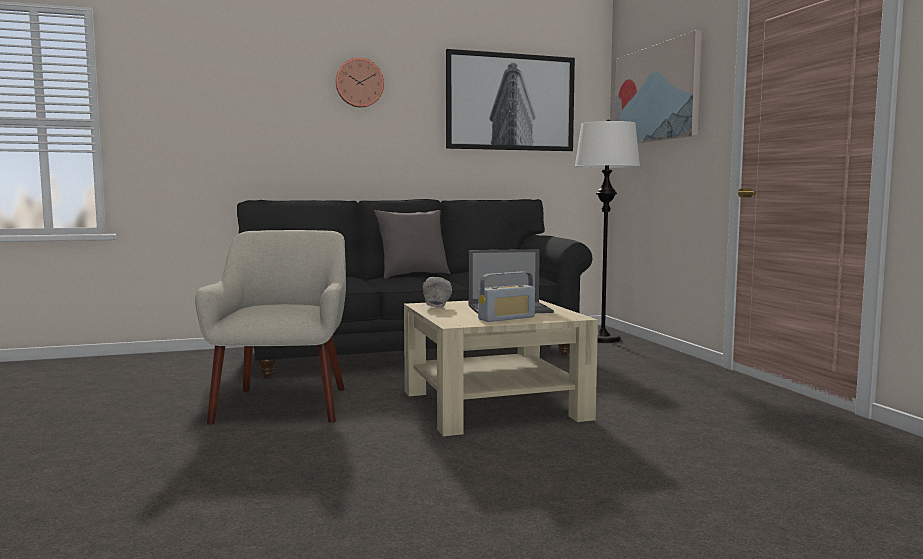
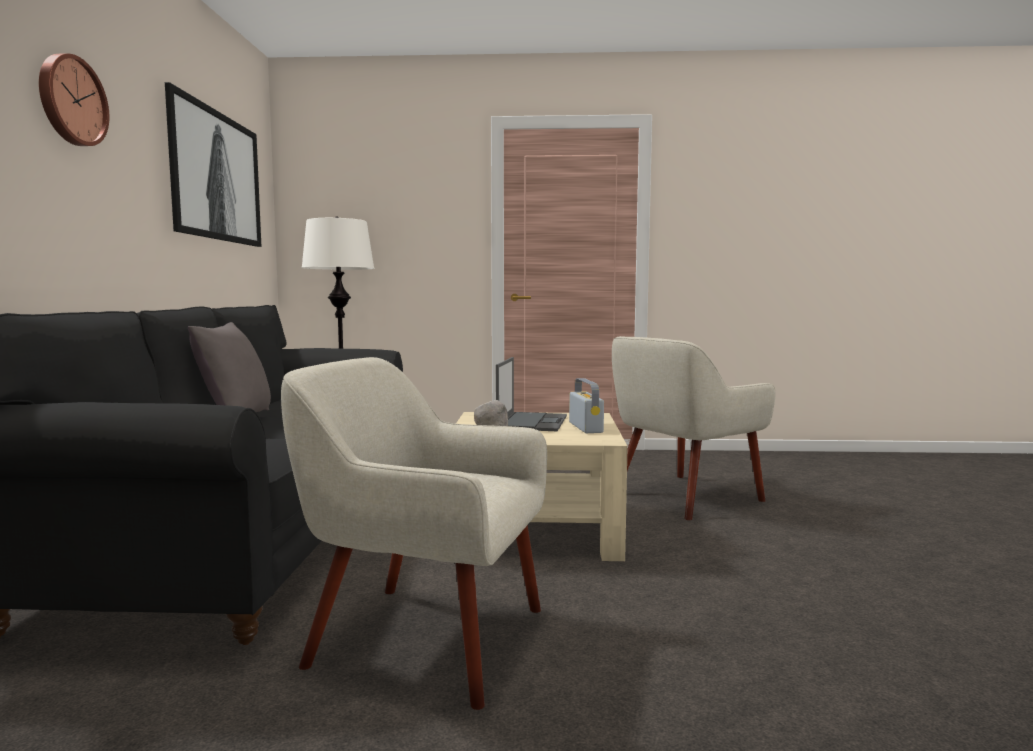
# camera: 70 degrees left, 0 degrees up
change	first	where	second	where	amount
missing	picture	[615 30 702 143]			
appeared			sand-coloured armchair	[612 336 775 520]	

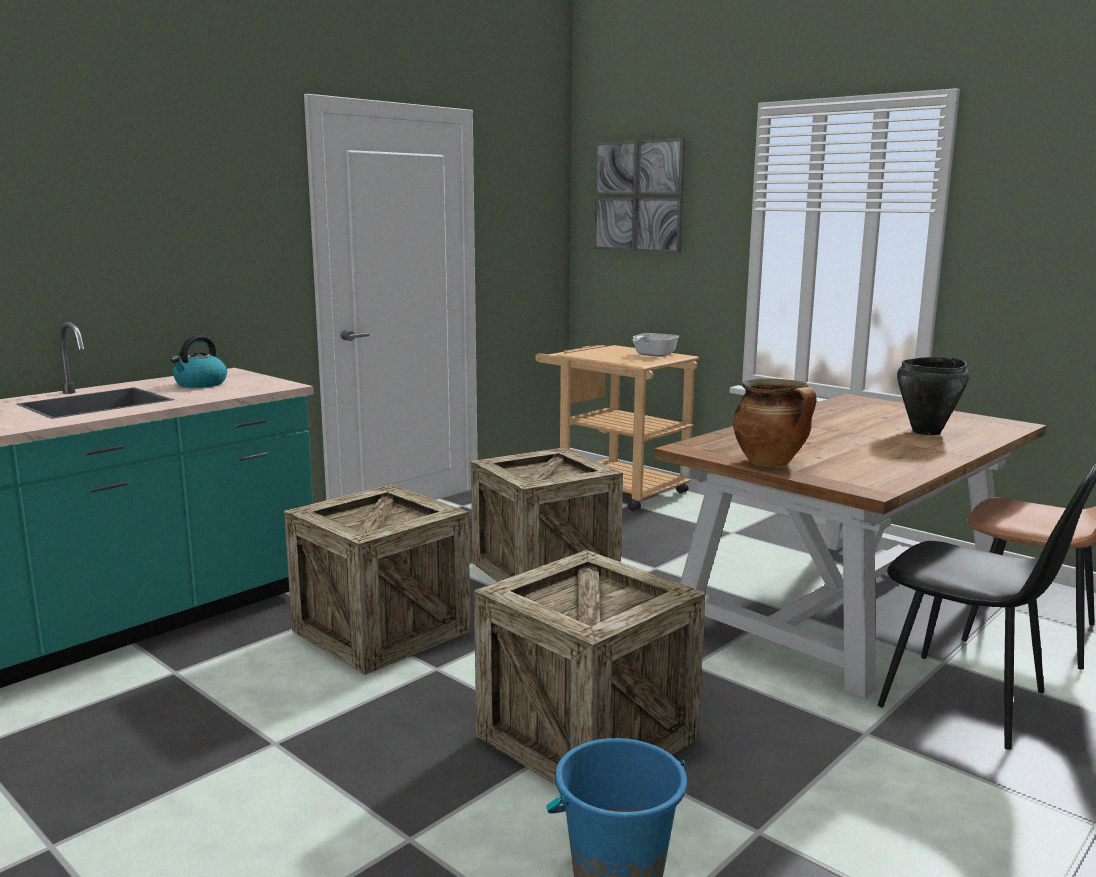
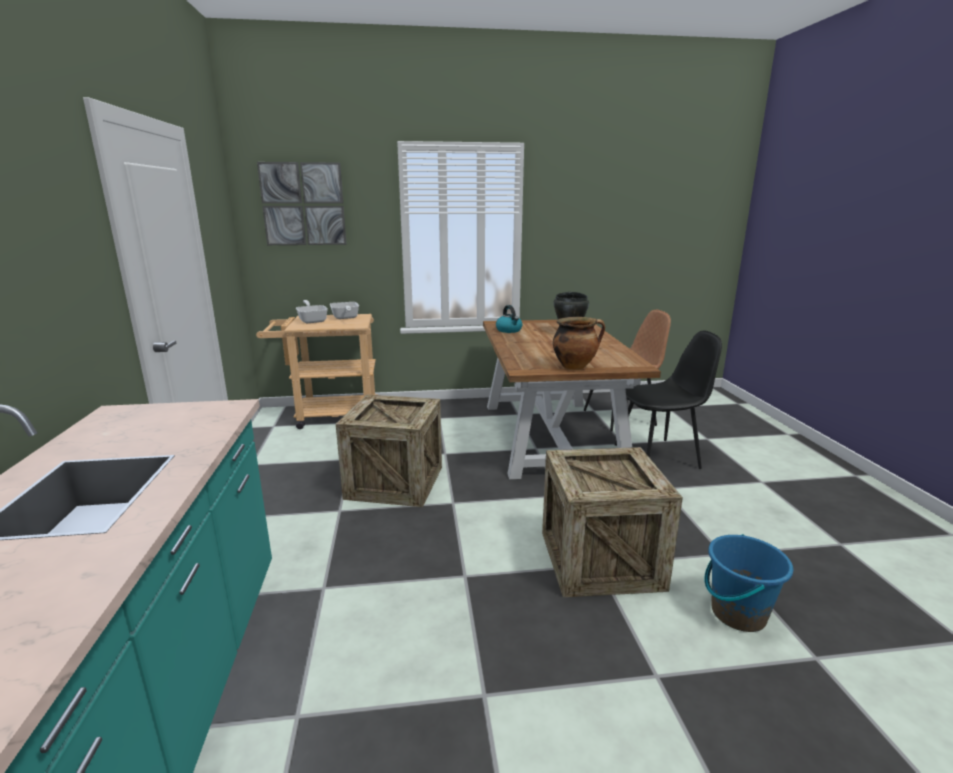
# camera: 50 degrees left, 5 degrees up
change	first	where	second	where	amount
missing	packing crate	[284 484 471 675]			
appeared			pan	[296 300 328 323]	
relocated	kettle	[171 335 227 388]		[496 305 523 333]	

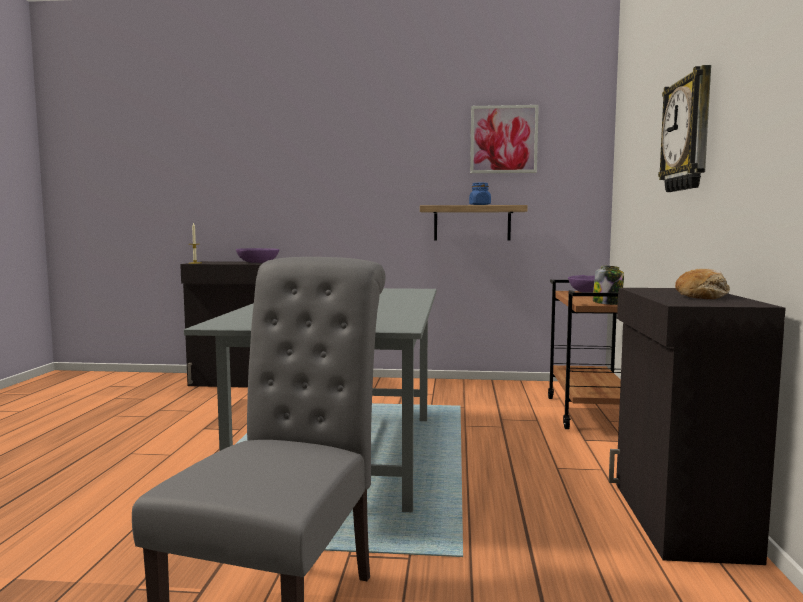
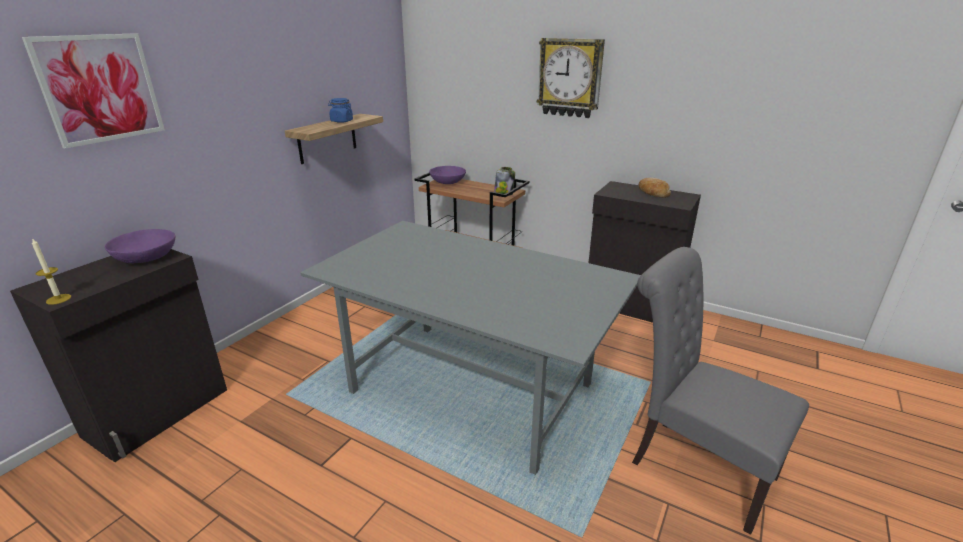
# camera: 65 degrees left, 20 degrees up
change	first	where	second	where	amount
relocated	picture	[470 105 539 173]		[22 33 165 149]	

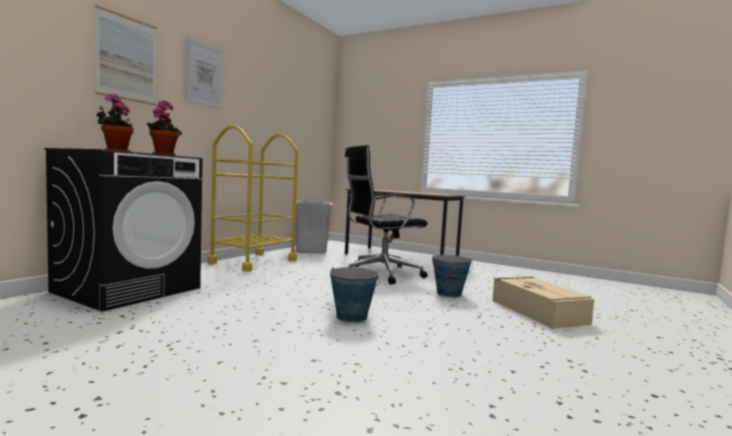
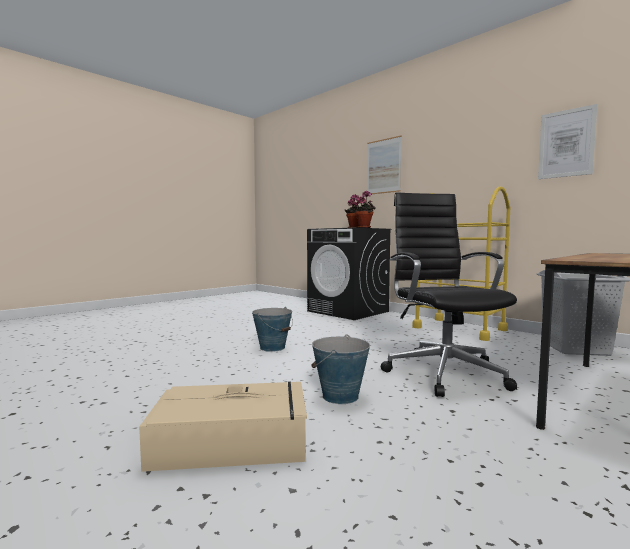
# camera: 105 degrees right, 0 degrees up
change	first	where	second	where	amount
relocated	picture	[186 37 223 109]		[538 104 597 179]	

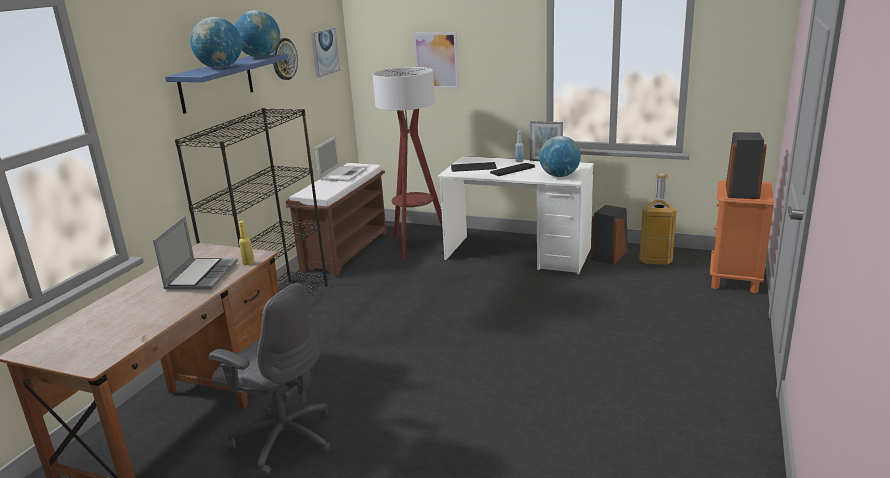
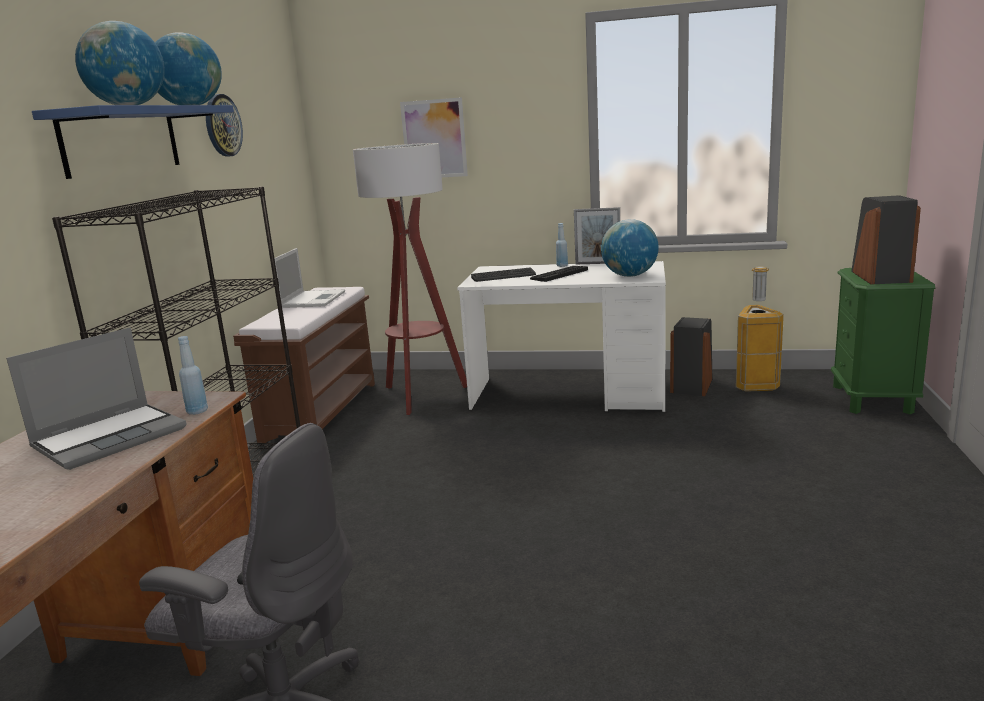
# camera: 10 degrees left, 5 degrees down
change	first	where	second	where	amount
missing	picture	[311 28 340 78]			
colour	yellow-coloured drink bottle	[239 221 255 265]	blue drink bottle	[178 336 208 415]	
colour	orangey bedside table	[710 180 774 293]	green bedside table	[831 268 935 414]	
spun	notebook computer	[153 216 238 290]		[6 328 187 470]	45 degrees clockwise

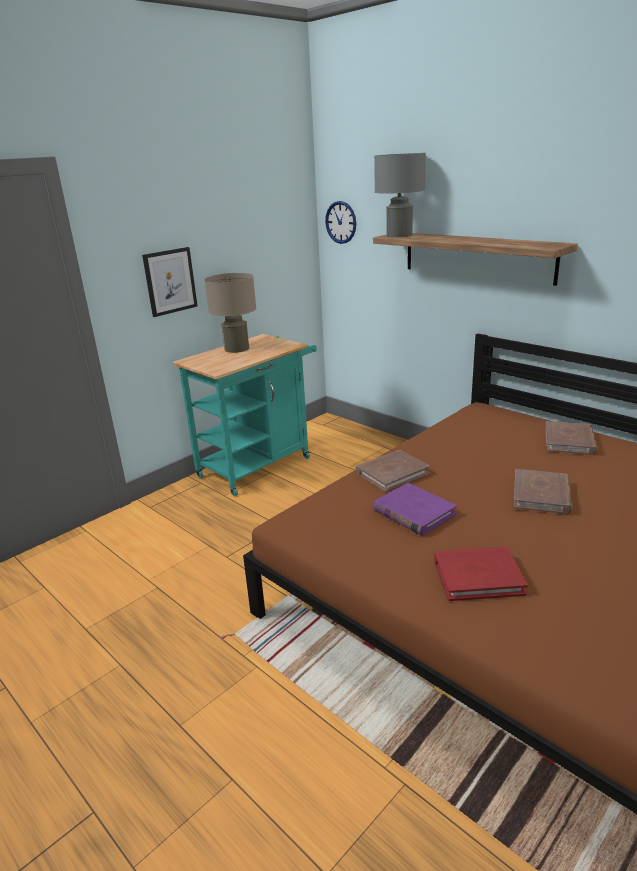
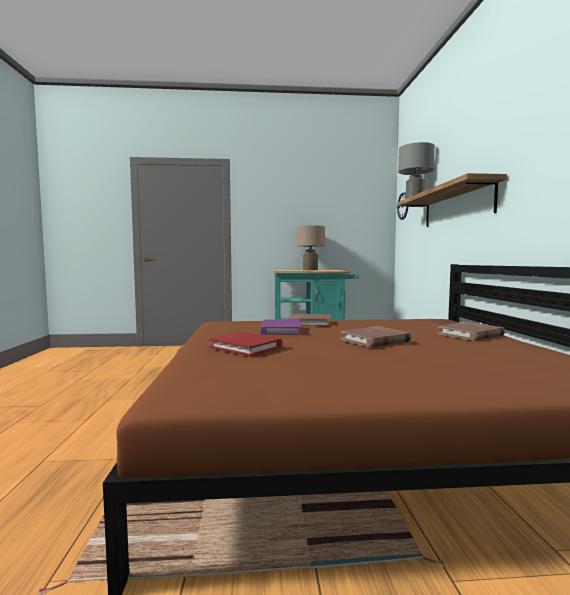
# camera: 40 degrees right, 20 degrees down
change	first	where	second	where	amount
missing	picture	[142 247 198 317]			

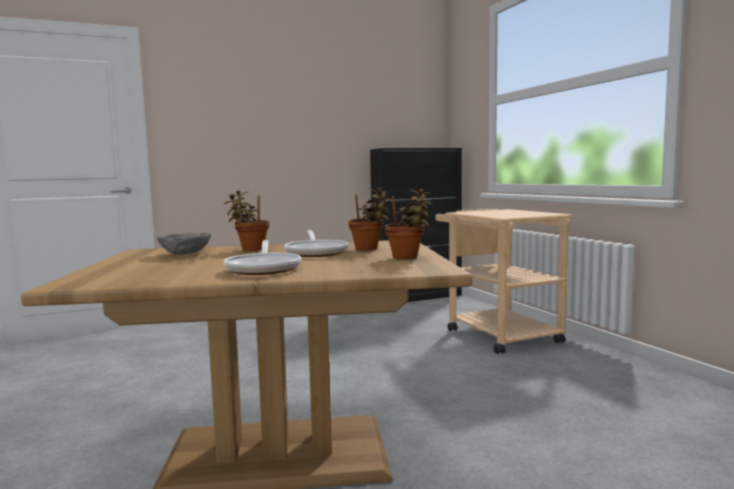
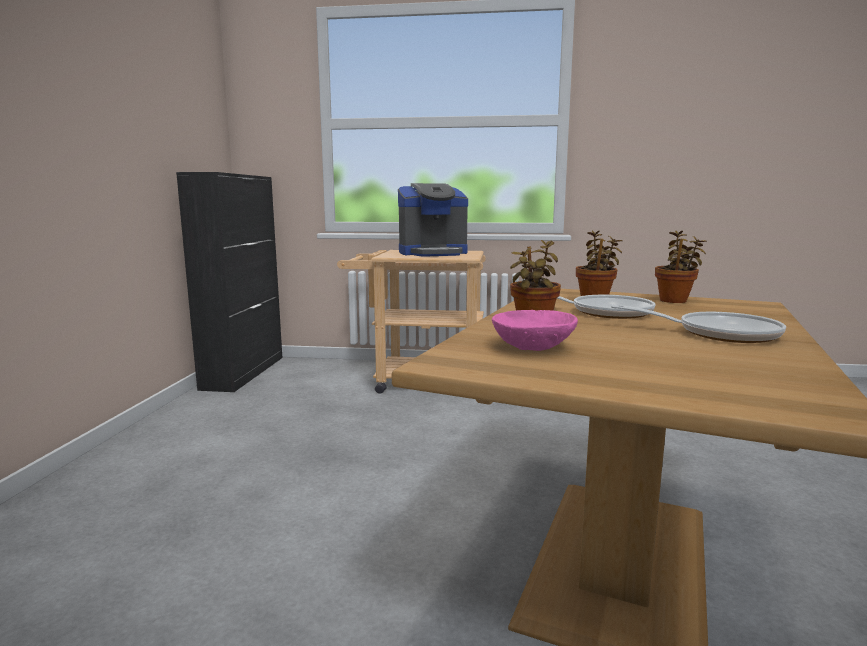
# camera: 60 degrees left, 5 degrees up
change	first	where	second	where	amount
appeared			coffee brewer	[398 183 468 257]	
colour	greyish serving bowl	[157 233 211 255]	pink serving bowl	[492 310 578 351]	

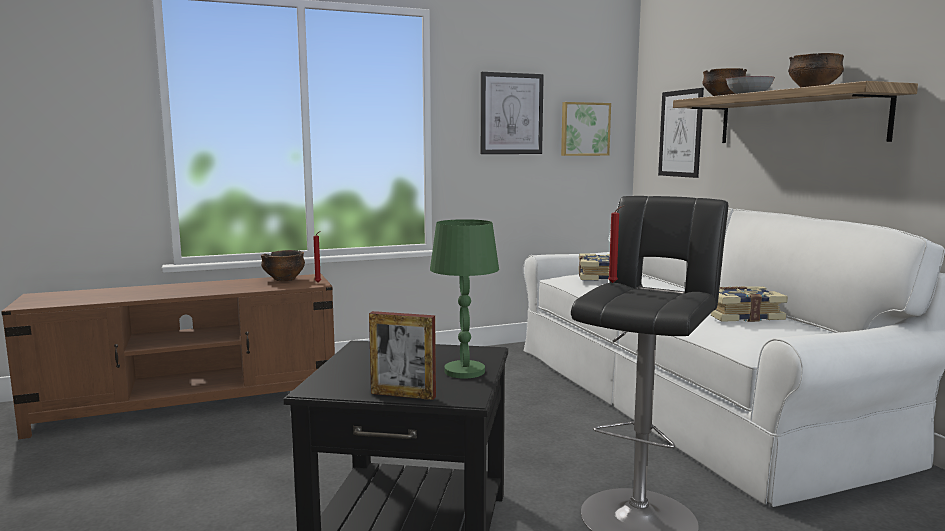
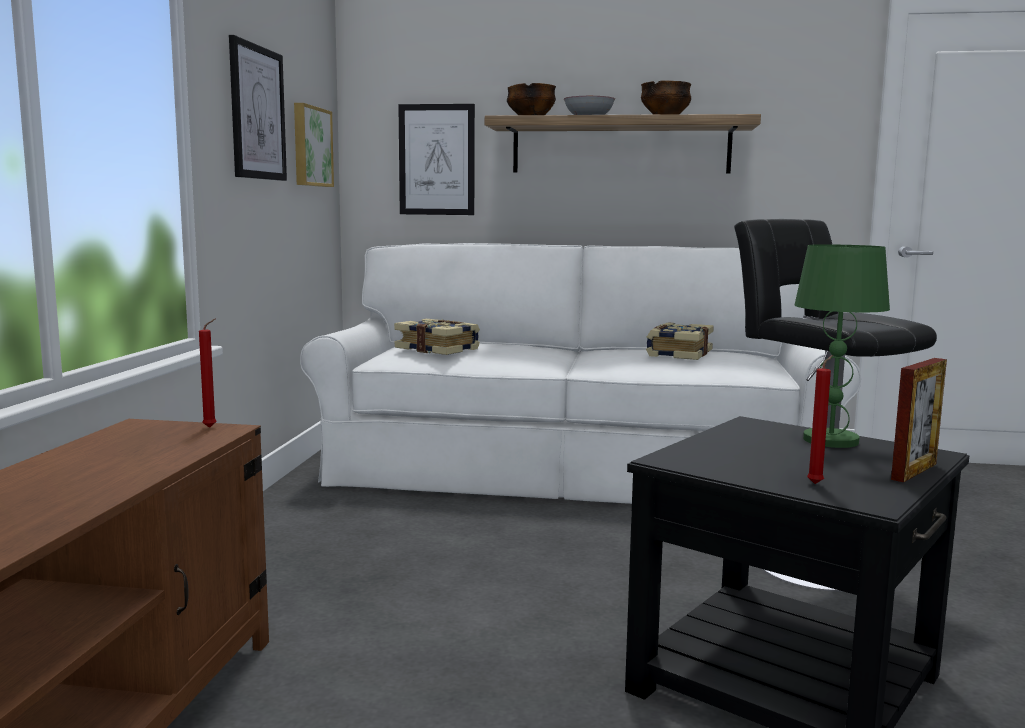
# camera: 60 degrees left, 0 degrees up
change	first	where	second	where	amount
missing	serving bowl	[261 250 305 281]			
relocated	reddish wax light	[608 205 624 283]		[807 355 833 484]	

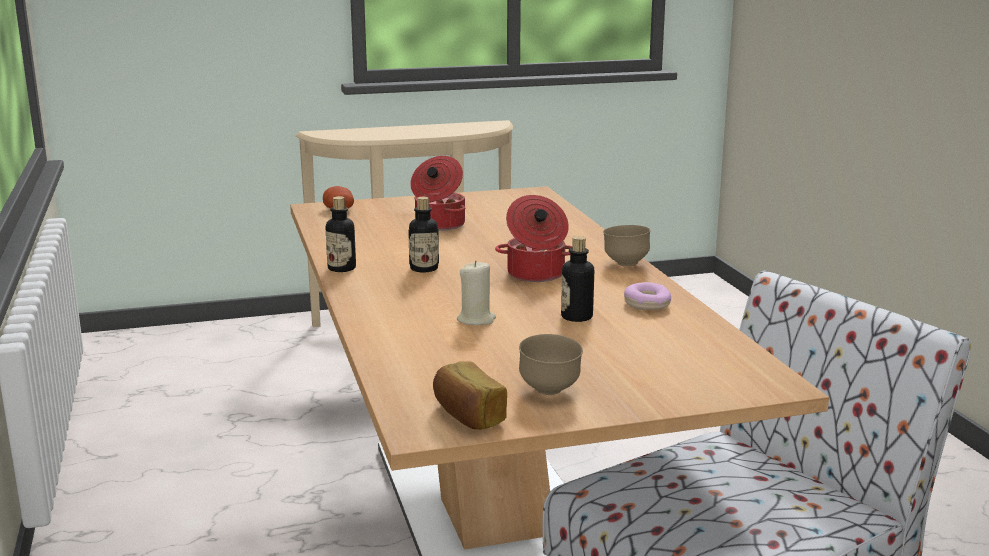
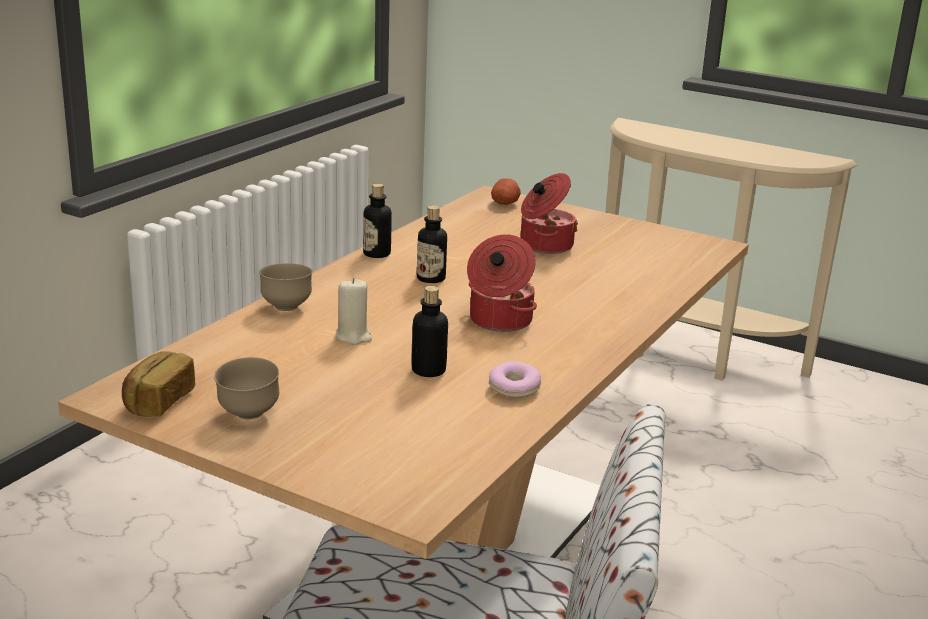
# camera: 45 degrees right, 5 degrees up
change	first	where	second	where	amount
relocated	brownish serving bowl	[603 225 651 266]		[259 263 312 311]	

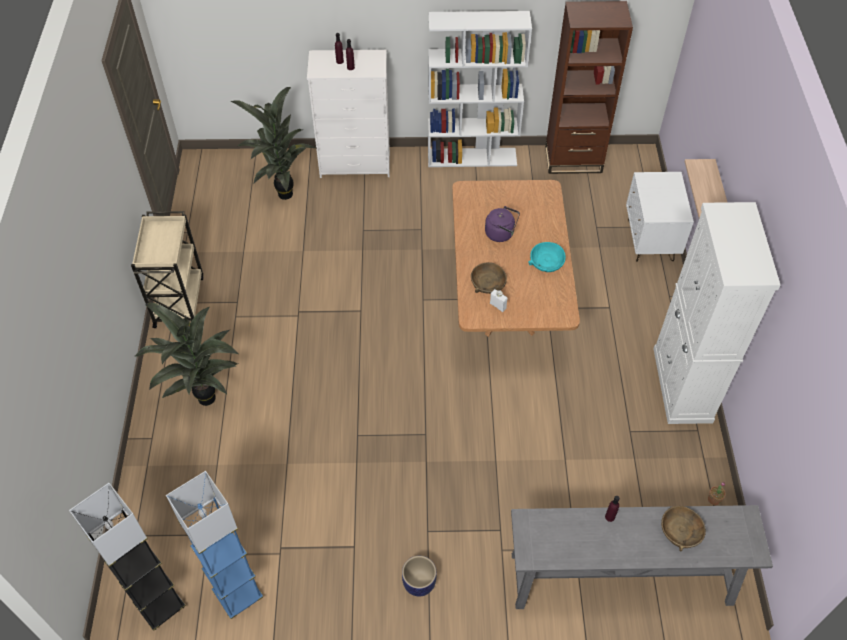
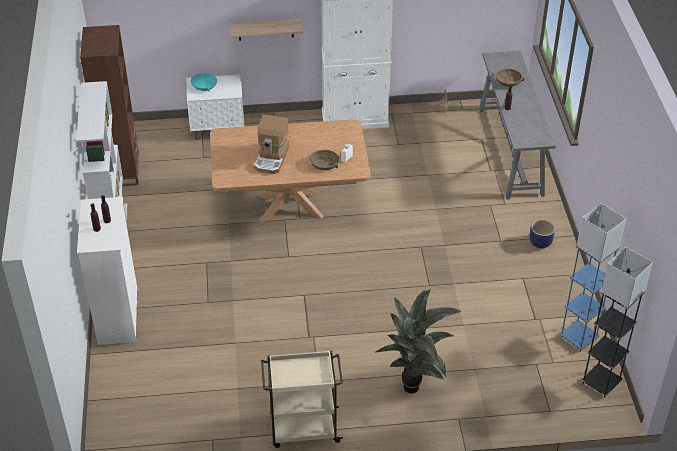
# camera: 95 degrees left, 10 degrees down
change	first	where	second	where	amount
missing	plant in a pot	[230 87 318 200]			
relocated	turquoise serving bowl	[528 242 566 272]		[190 73 217 92]	
exchanged	purplish kettle	[485 206 520 242]	coffee brewer	[254 114 289 174]	

